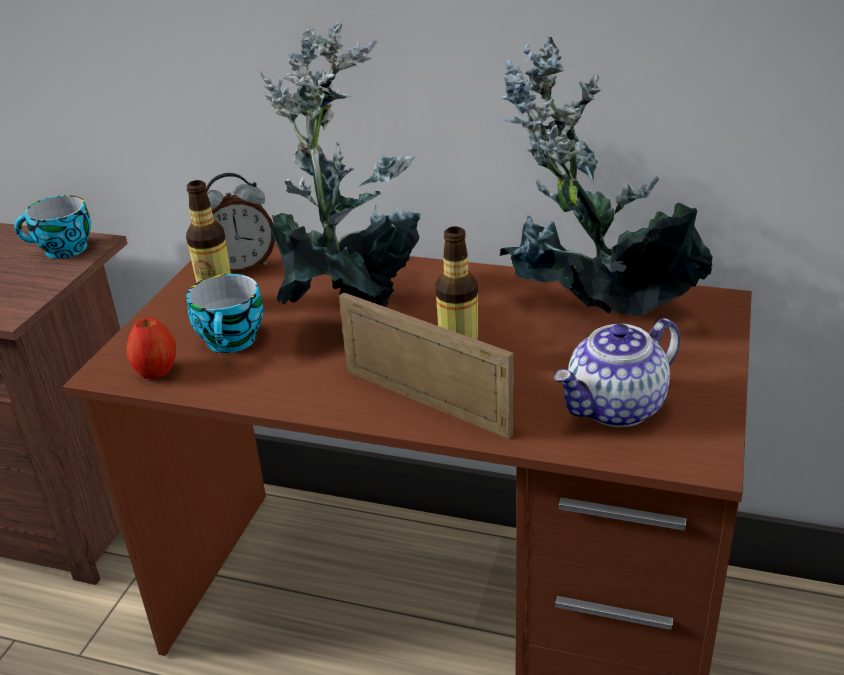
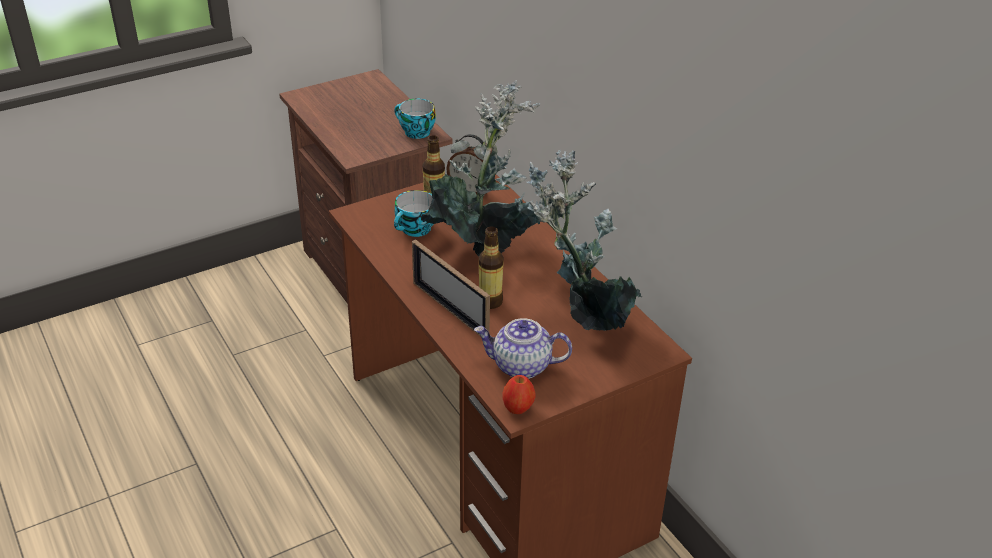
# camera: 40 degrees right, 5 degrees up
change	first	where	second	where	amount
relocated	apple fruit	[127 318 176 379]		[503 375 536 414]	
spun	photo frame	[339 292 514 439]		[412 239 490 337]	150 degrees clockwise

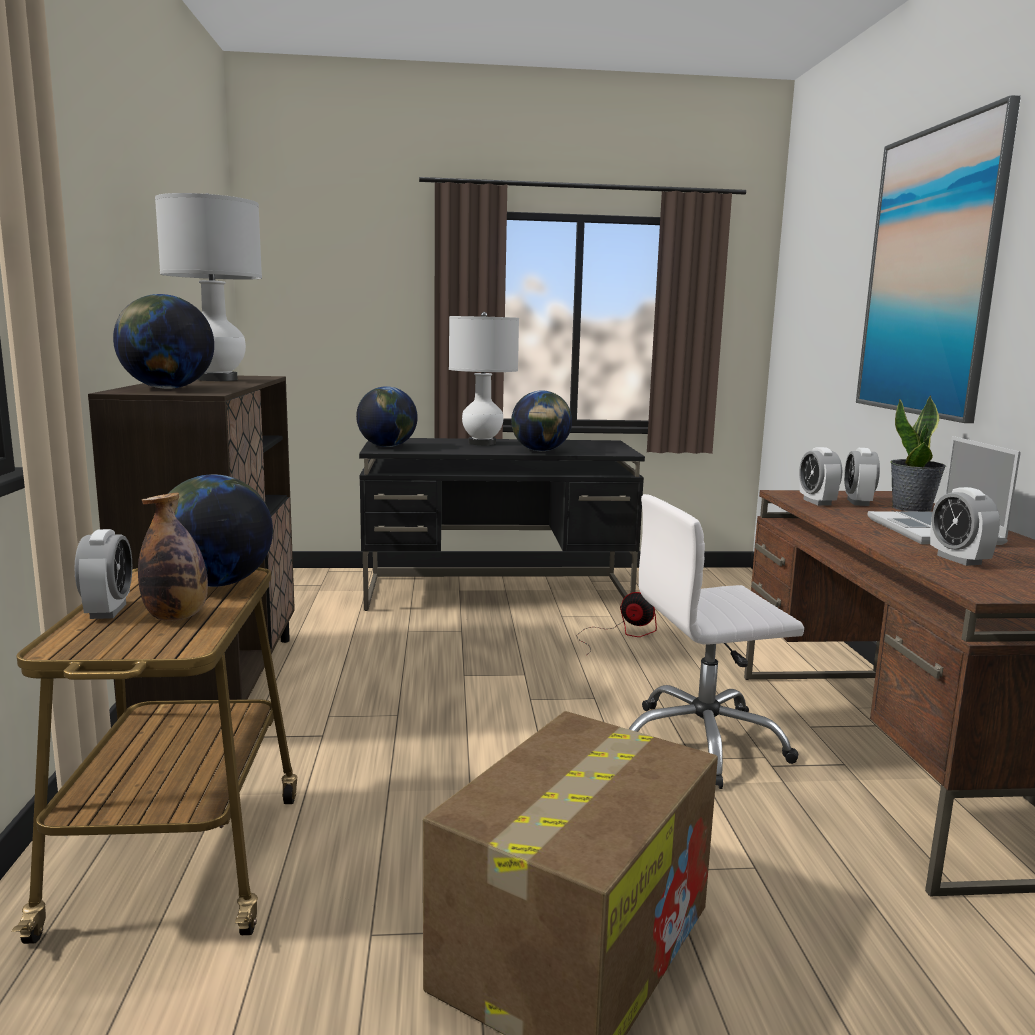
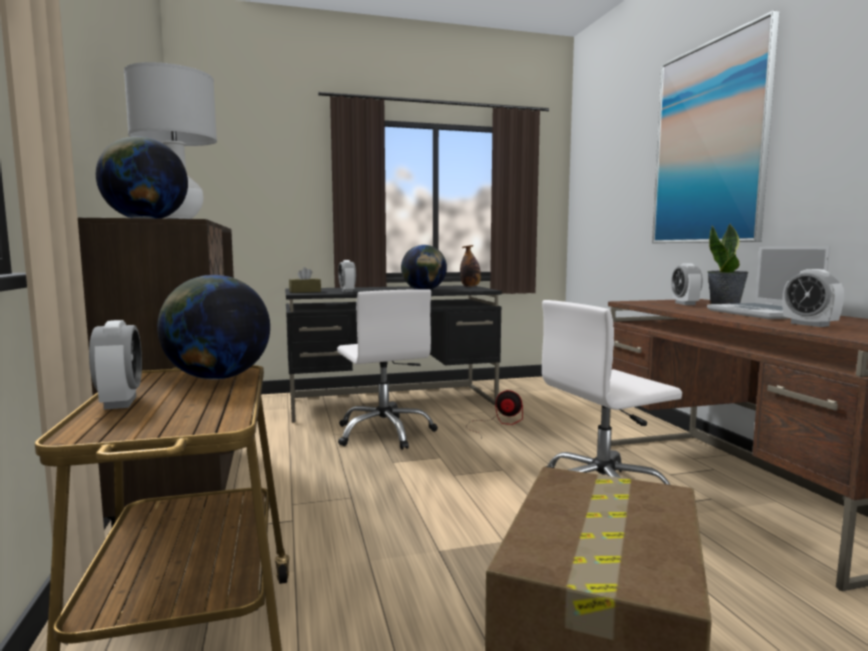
# camera: 10 degrees left, 5 degrees down
change	first	where	second	where	amount
missing	white-coloured tabletop lamp	[449 312 519 445]			
appeared			white-coloured computer chair	[337 289 438 450]	
relocated	drink bottle	[138 493 208 621]		[460 245 481 287]	
relocated	table clock	[799 447 842 506]		[338 260 356 292]	
exchanged	desk globe	[356 386 418 447]	brownish tissue holder	[289 267 321 293]	

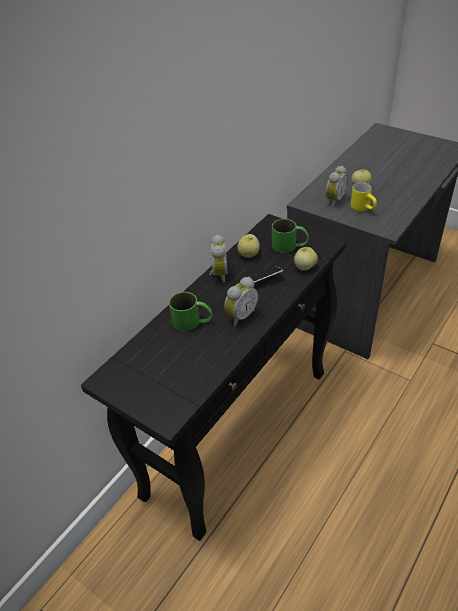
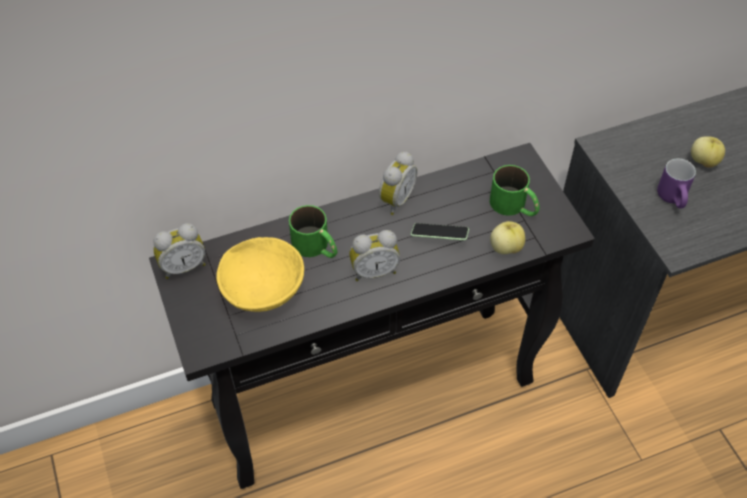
# camera: 30 degrees right, 10 degrees up
change	first	where	second	where	amount
missing	apple fruit	[237 234 260 258]			
appeared			yellow-coloured serving bowl	[216 237 304 312]	
relocated	table clock	[326 165 348 207]		[153 223 205 279]	
colour	yellow-coloured tea mug	[351 182 377 212]	purplish tea mug	[657 159 696 208]	

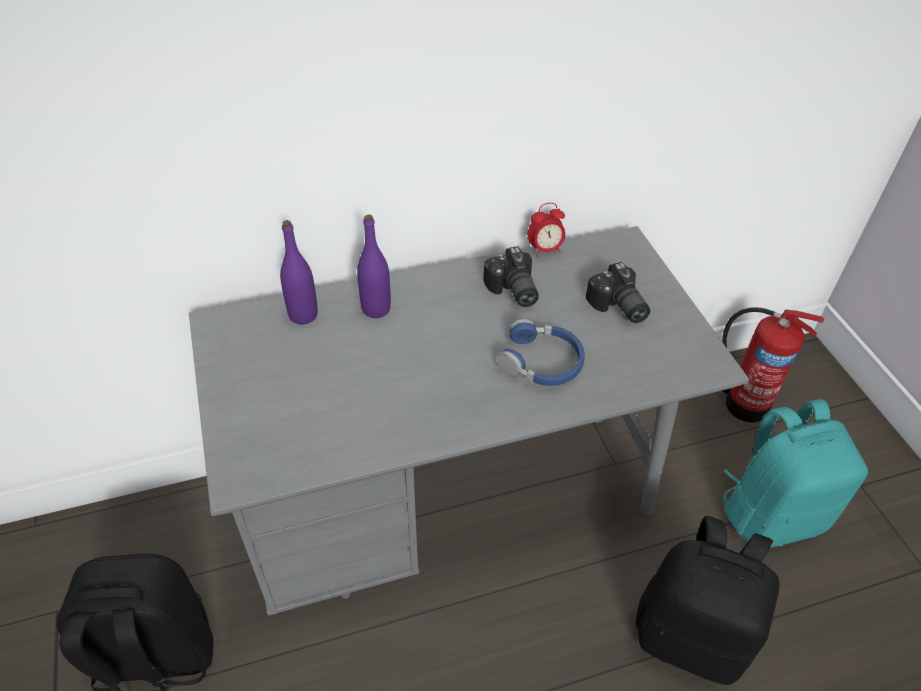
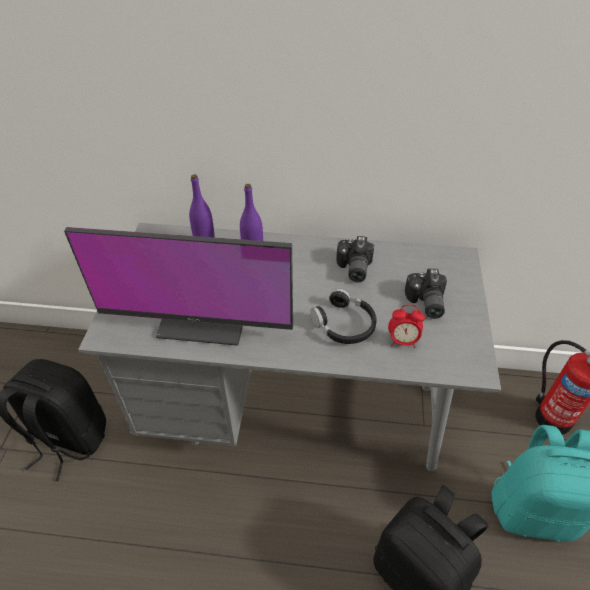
# camera: 25 degrees right, 0 degrees up
change	first	where	second	where	amount
appeared			monitor	[64 227 293 346]	
relocated	table clock	[527 203 565 257]		[388 305 425 348]	
colour	blue pair of headphones	[497 319 585 386]	black-coloured pair of headphones	[310 288 377 344]	

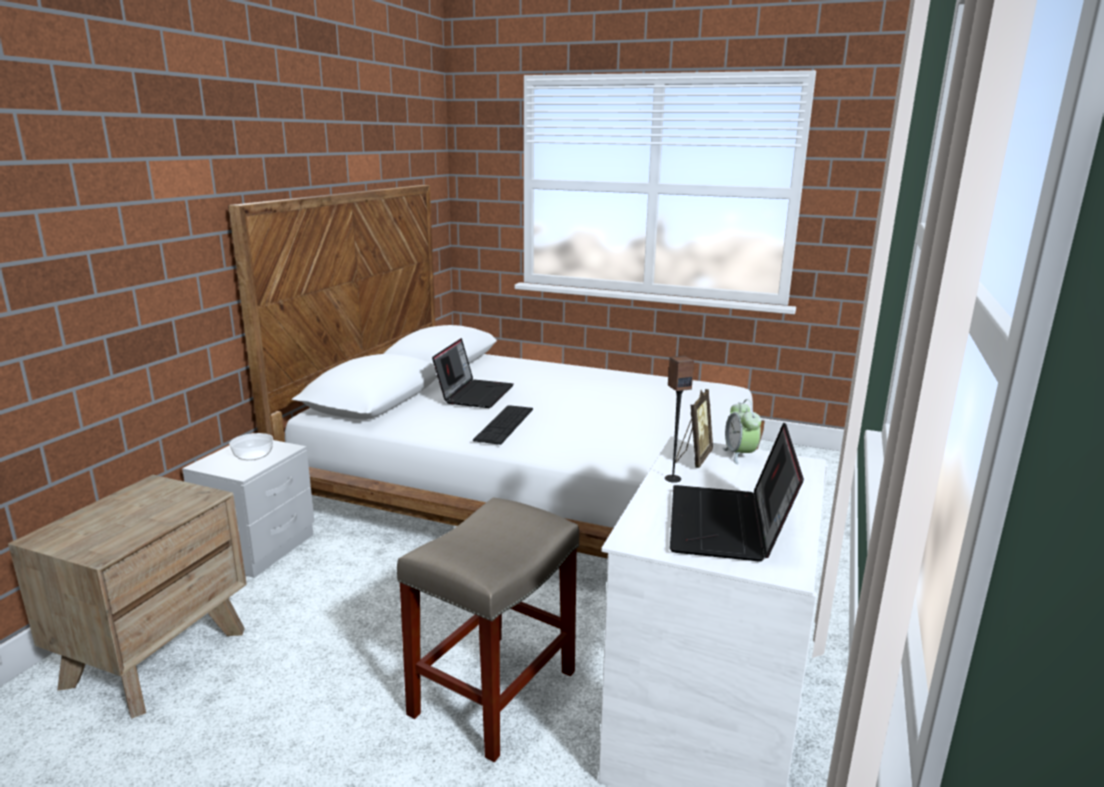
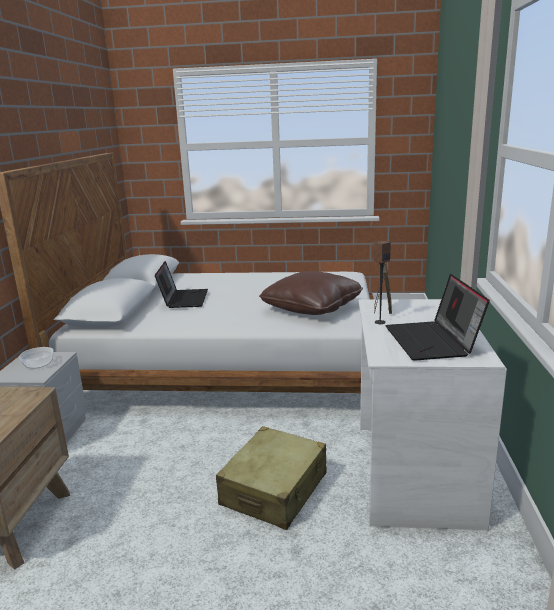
# camera: 15 degrees left, 0 degrees up
change	first	where	second	where	amount
missing	keyboard	[473 405 533 445]			
missing	table clock	[723 399 761 464]			
appeared			brownish cushion	[259 271 363 315]	
exchanged	sand-coloured sitting stool	[397 497 579 762]	sand-coloured suitcase	[216 426 327 530]	

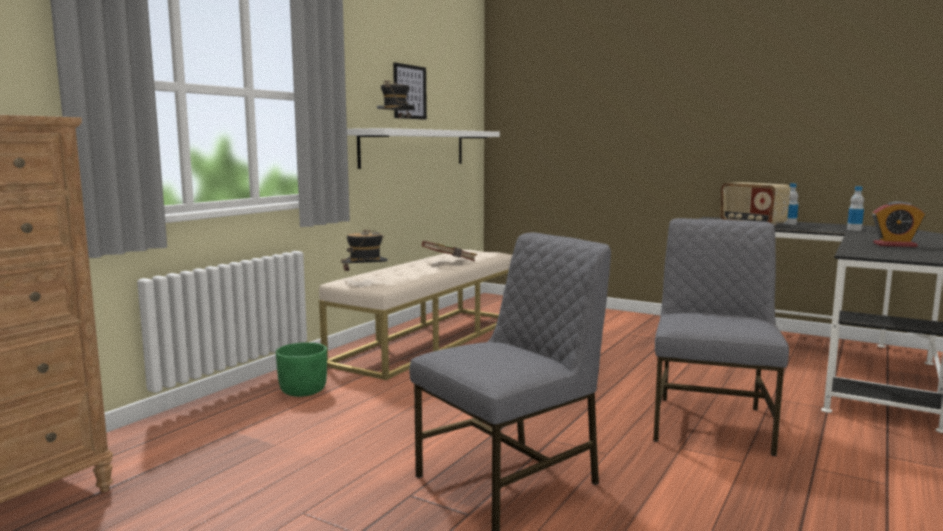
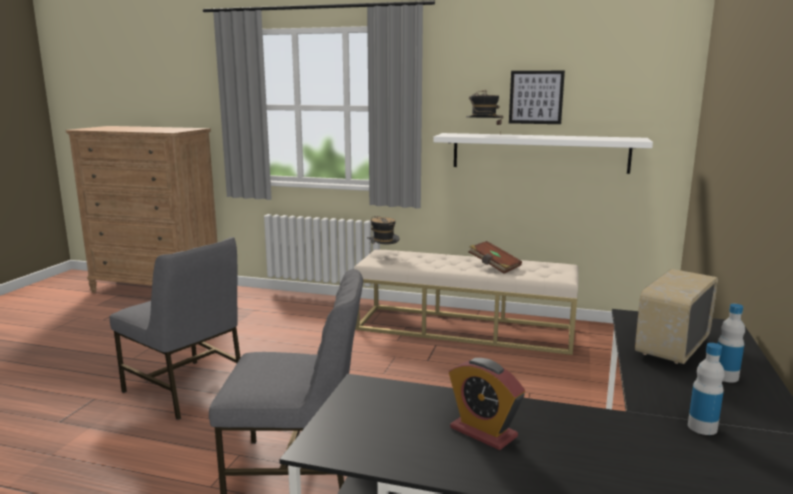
# camera: 75 degrees right, 5 degrees up
change	first	where	second	where	amount
missing	green flower pot	[276 342 327 397]			
spun	table clock	[872 201 925 247]		[449 358 525 450]	45 degrees counterclockwise

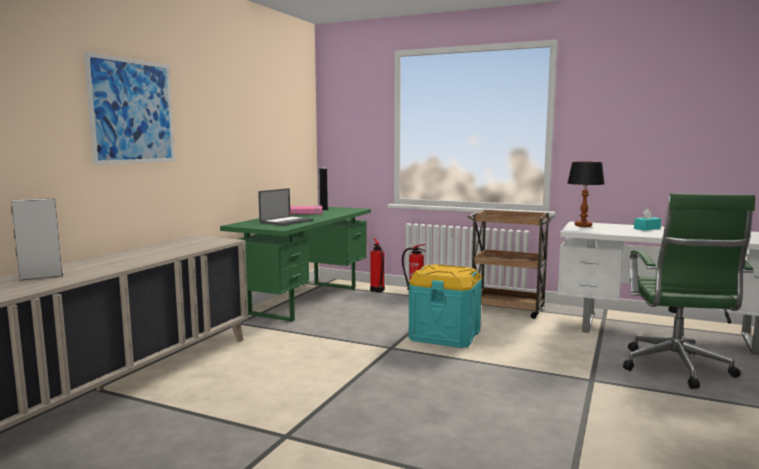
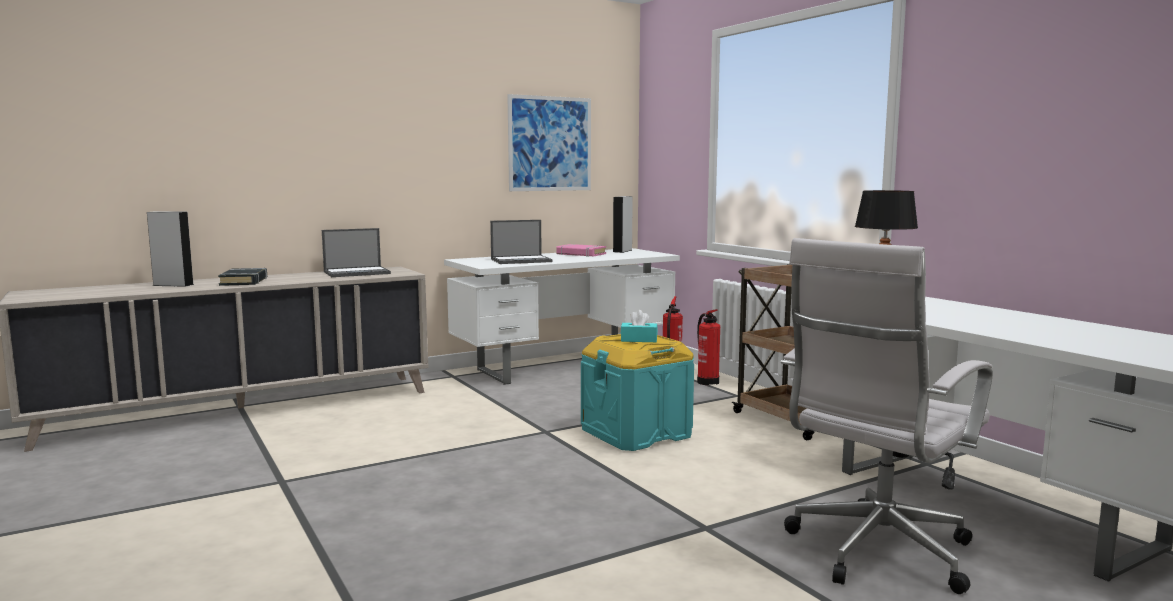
# camera: 35 degrees right, 0 degrees up
change	first	where	second	where	amount
appeared			black-coloured book	[218 268 267 286]	
appeared			notebook computer	[322 228 391 277]	
relocated	picture	[84 52 175 165]		[507 94 591 191]	
relocated	turquoise tissue holder	[634 208 661 231]		[621 310 658 342]	
colour	green desk	[220 207 371 322]	white-coloured desk	[444 248 680 385]	
colour	green computer chair	[623 193 755 389]	white-coloured computer chair	[781 238 993 594]	

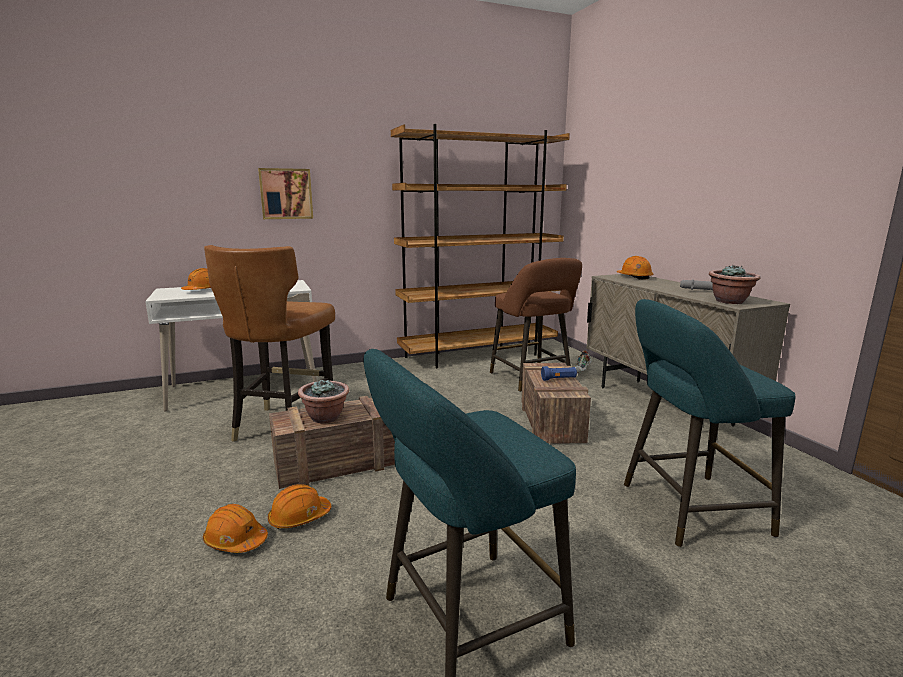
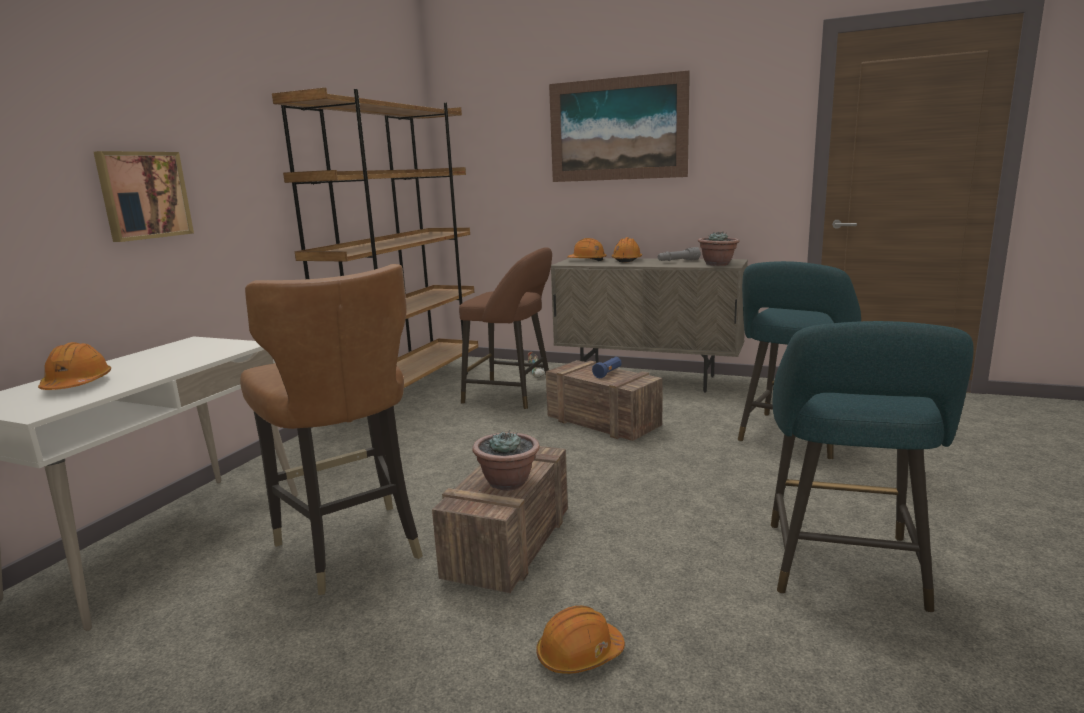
# camera: 45 degrees left, 0 degrees up
change	first	where	second	where	amount
appeared			picture	[549 70 690 182]	
relocated	orangey safety helmet	[268 484 331 529]		[612 237 642 263]	

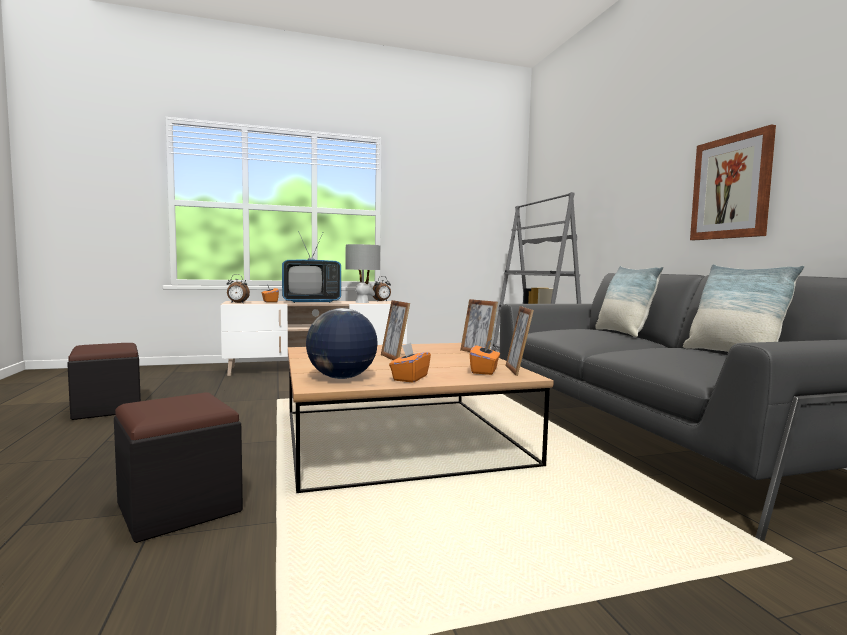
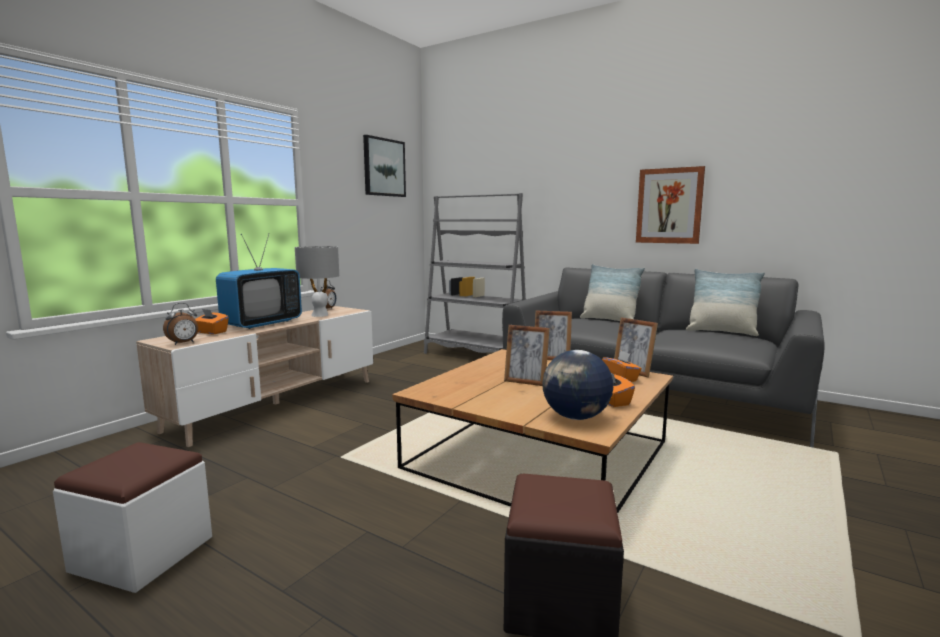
# camera: 40 degrees left, 5 degrees up
change	first	where	second	where	amount
appeared			picture	[363 135 406 197]	
colour	black-coloured pouffe	[67 343 141 420]	white-coloured pouffe	[53 442 212 593]	

